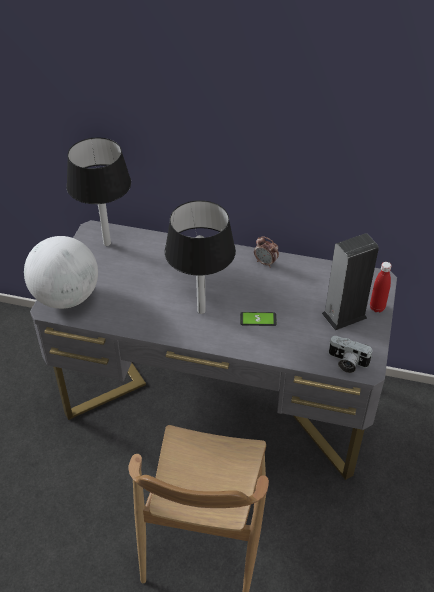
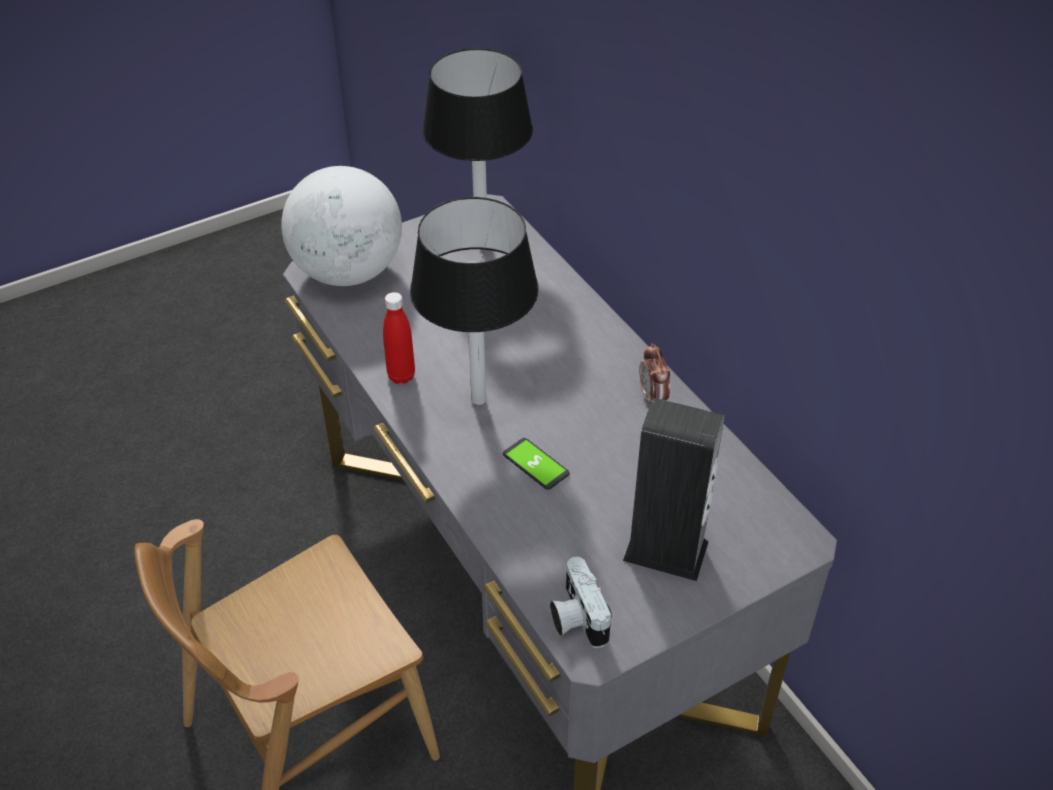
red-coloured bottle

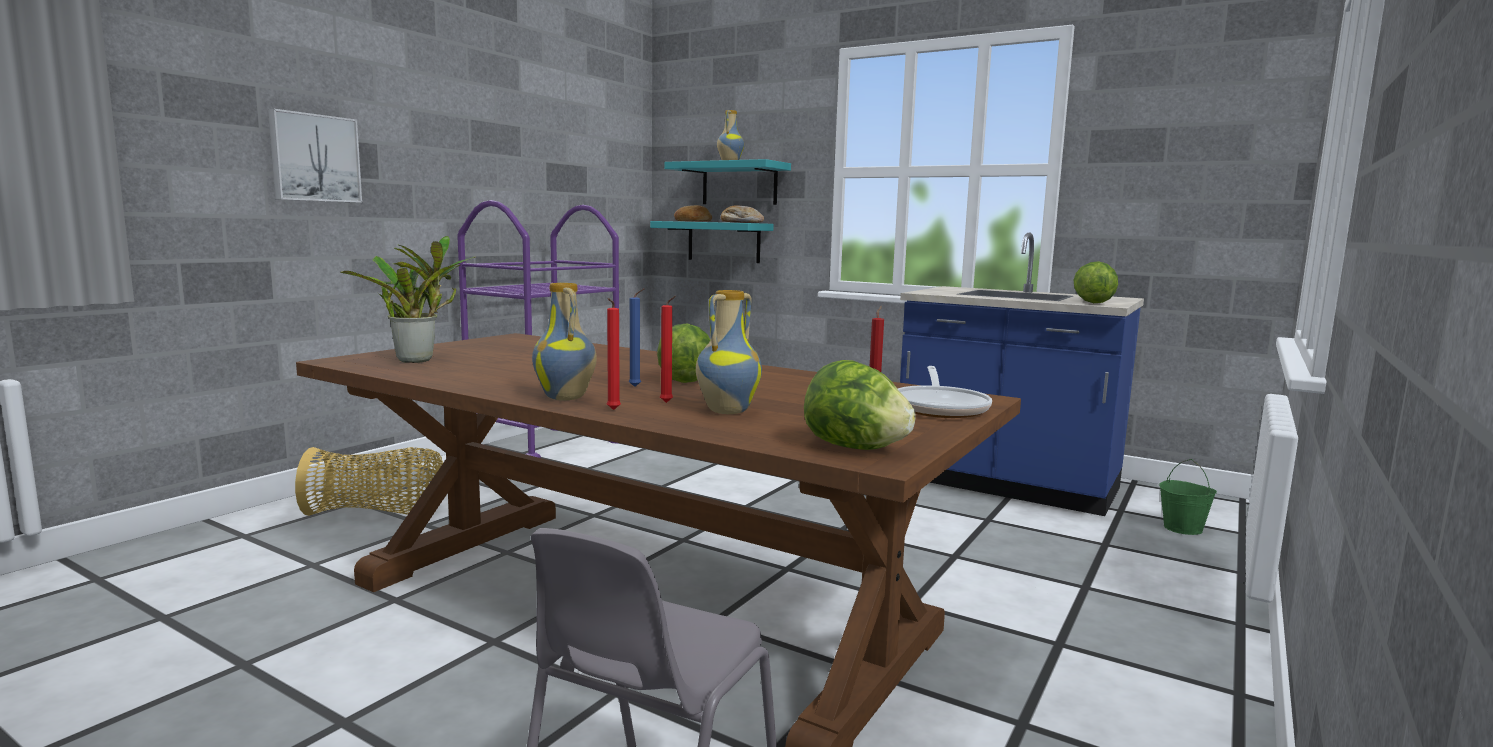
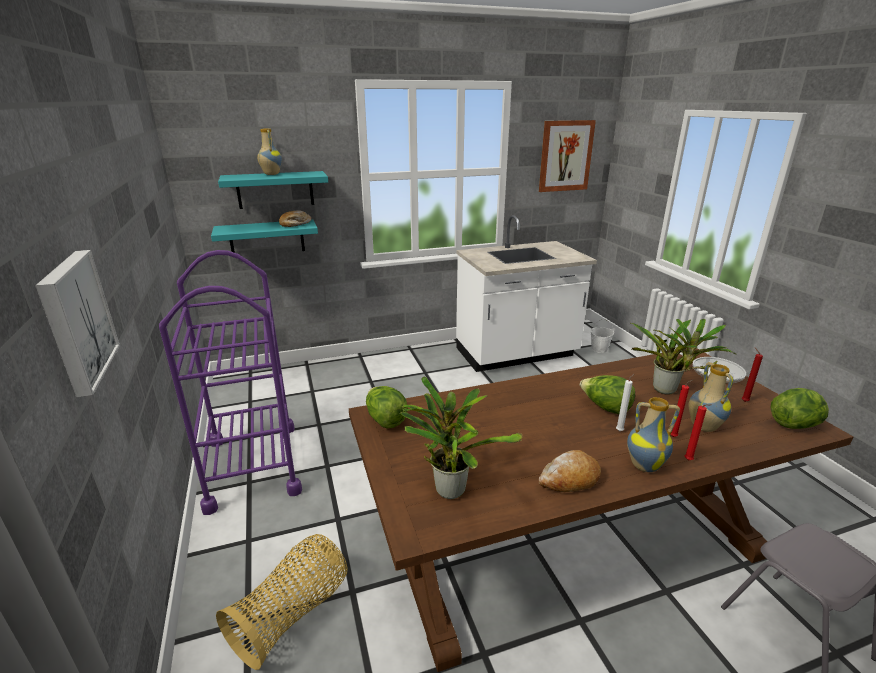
head of lettuce (1st from left); whitish counter; wall picture (2nd from left); bread (2nd from left); whitish water bucket; whitish wax candle; plant in a pot (2nd from left)

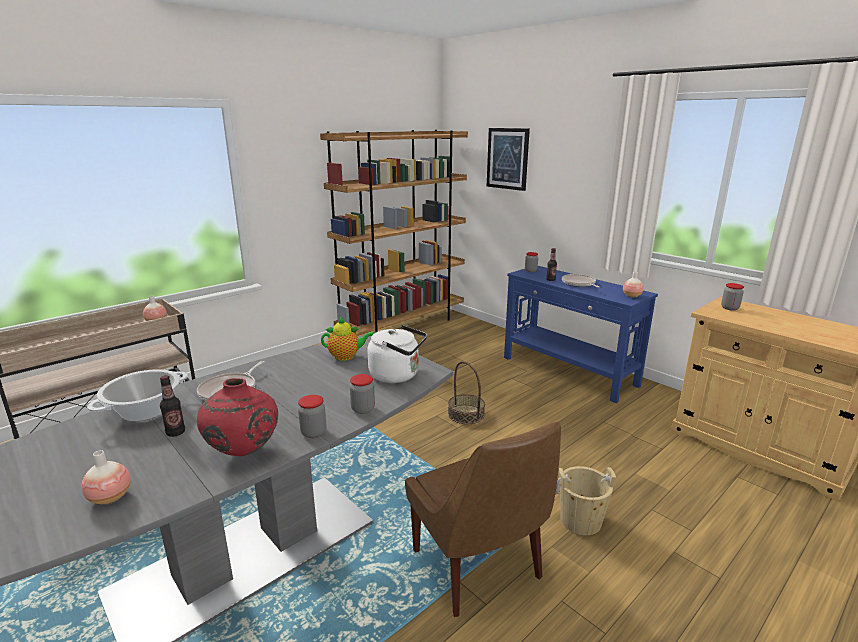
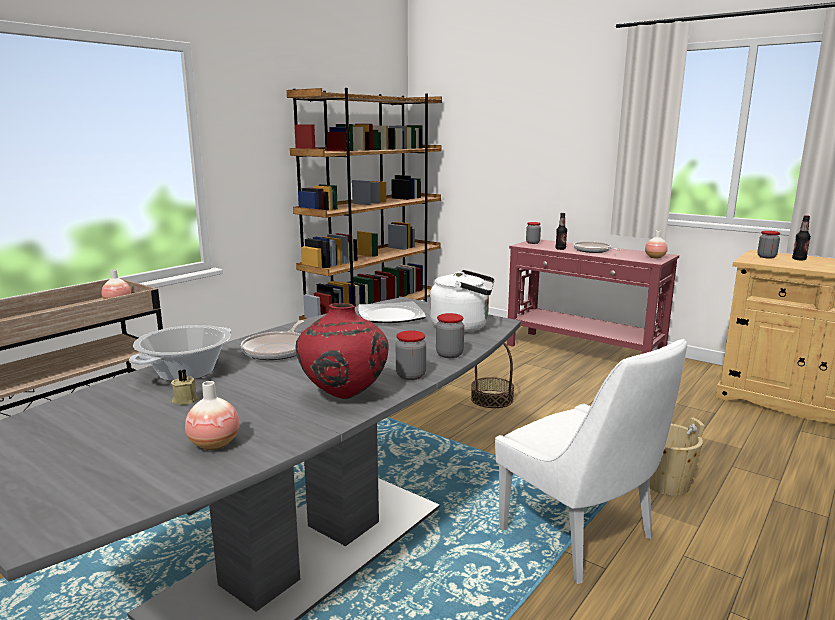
sand-coloured wax candle; dinner plate; whitish plain chair; red-coloured hall table; bottle (2nd from left); wall picture

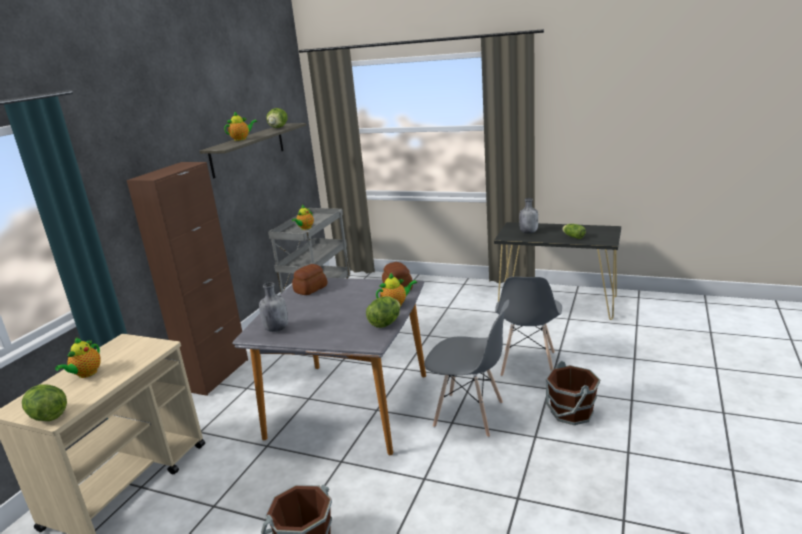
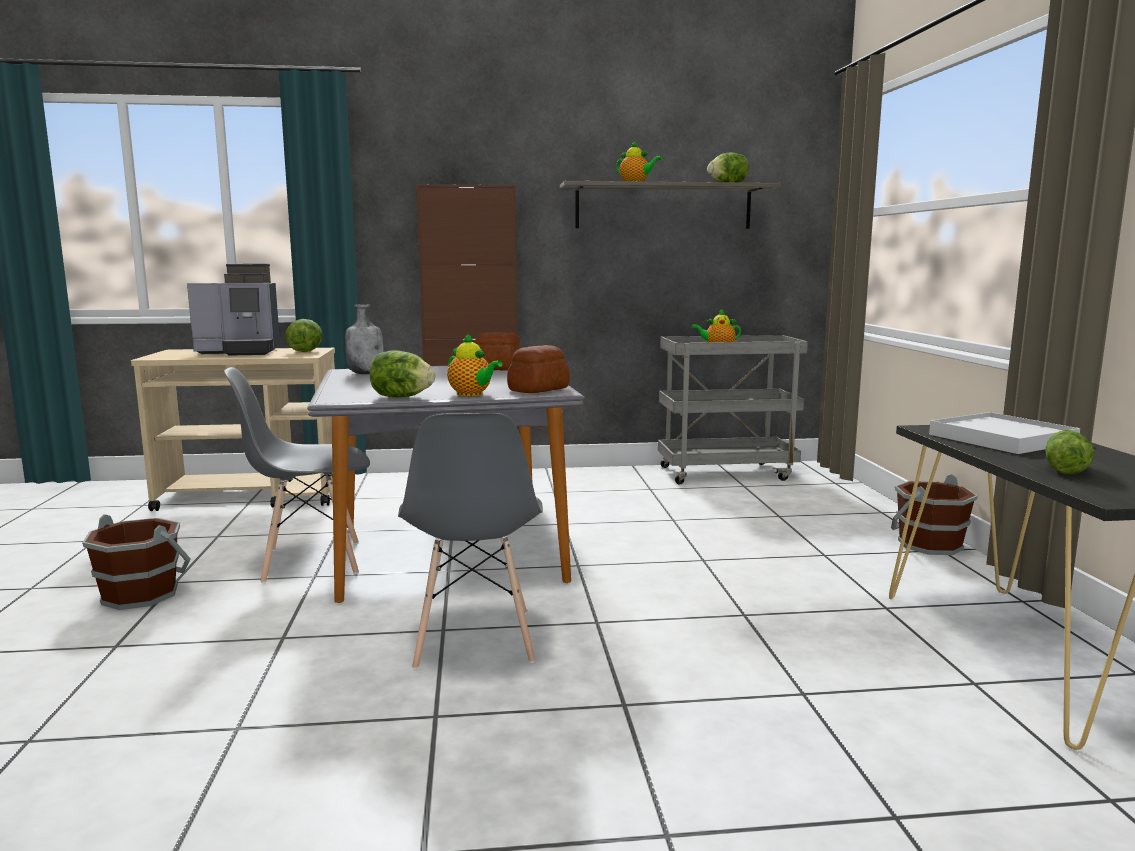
coffee machine; gray plain chair (1st from left); head of lettuce (1st from left); brownish water bucket (2nd from left); whitish tray

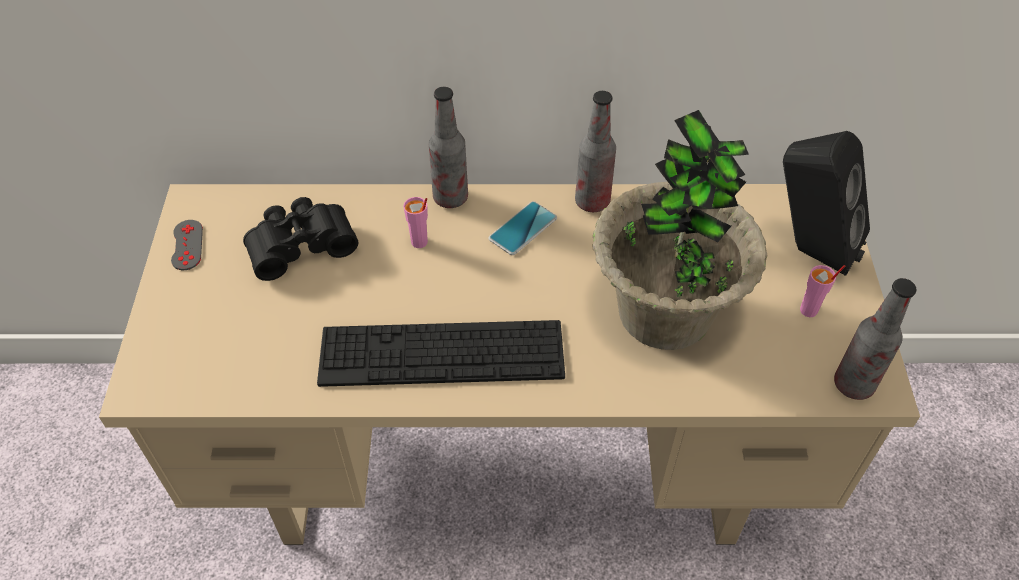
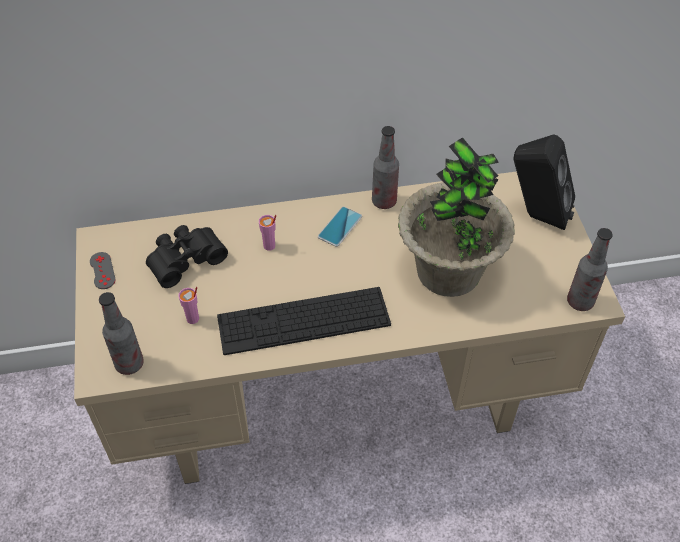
bottle (1st from left); pinkish cup (1st from left)

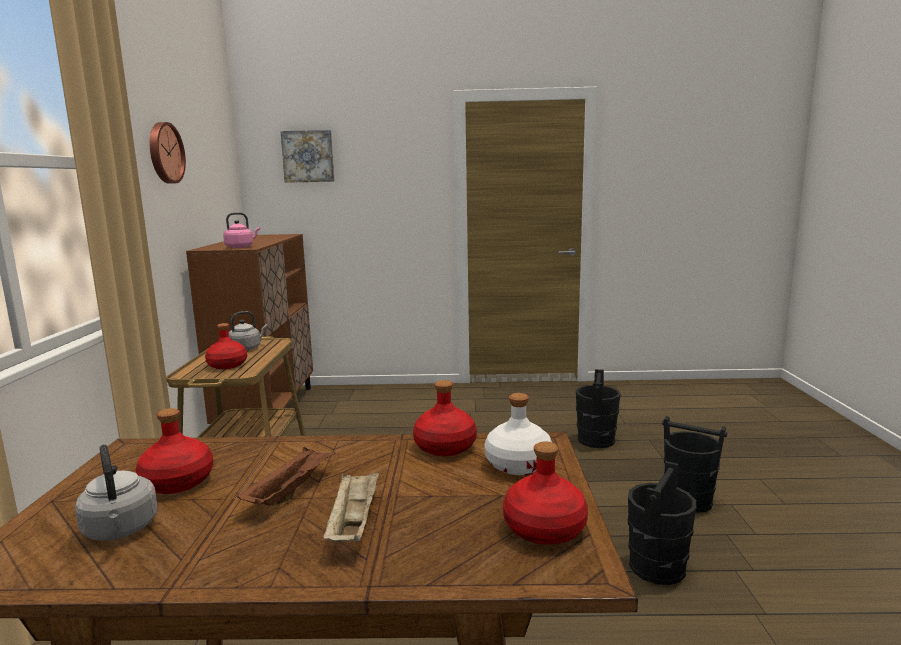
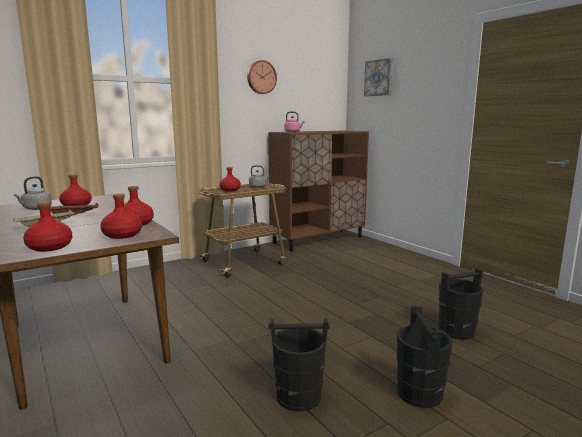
red-coloured bottle (3rd from left)

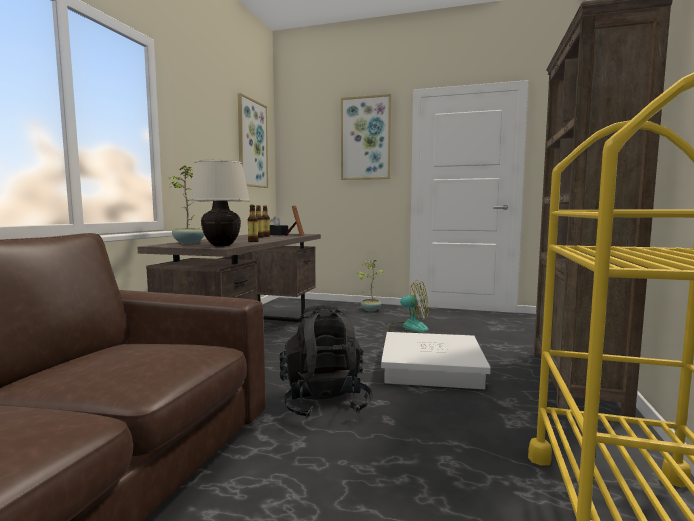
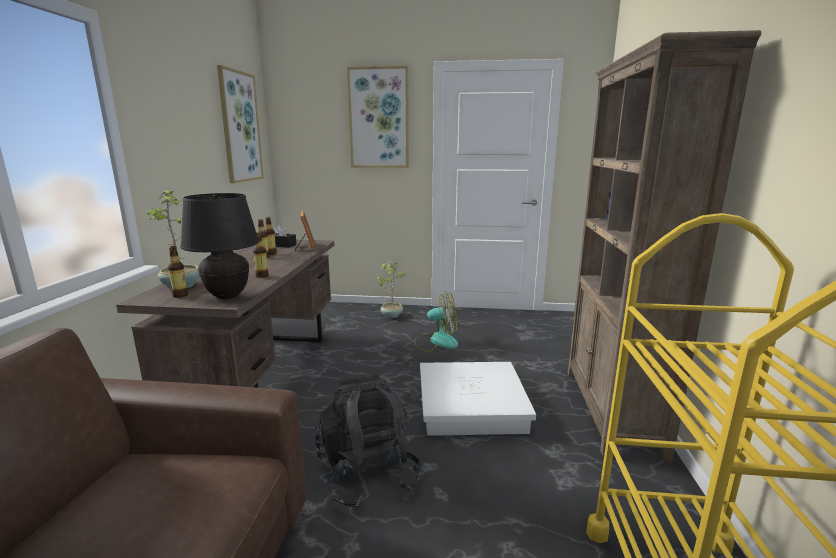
bottle (1st from left); black tabletop lamp

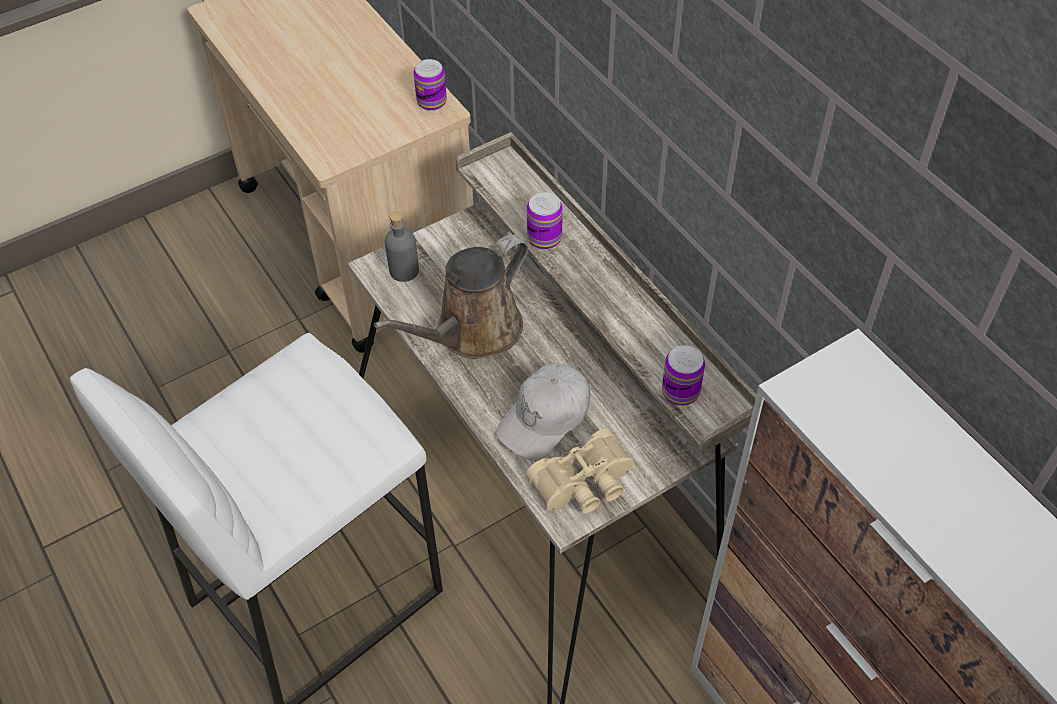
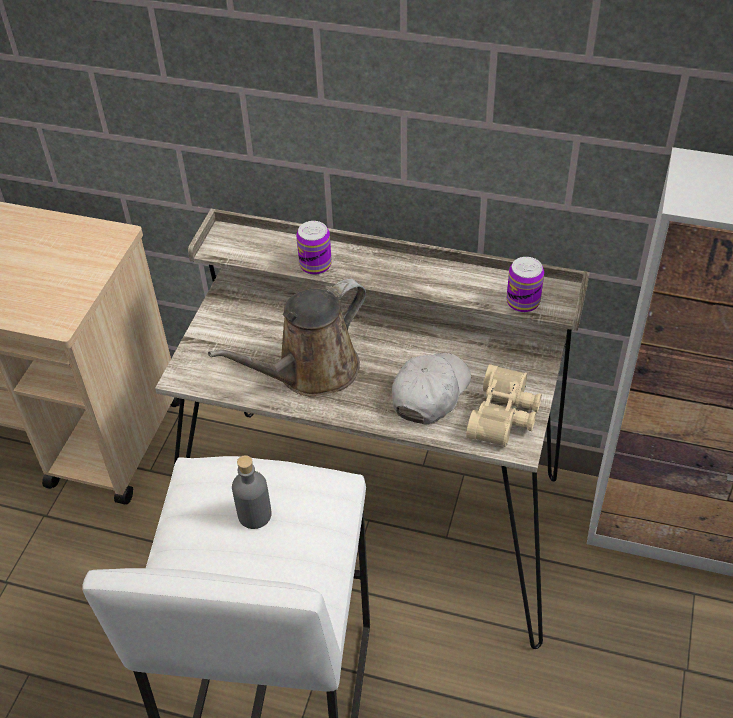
brownish watering pot; gray bottle; whitish peaked cap; metal can (1st from left in the first image)

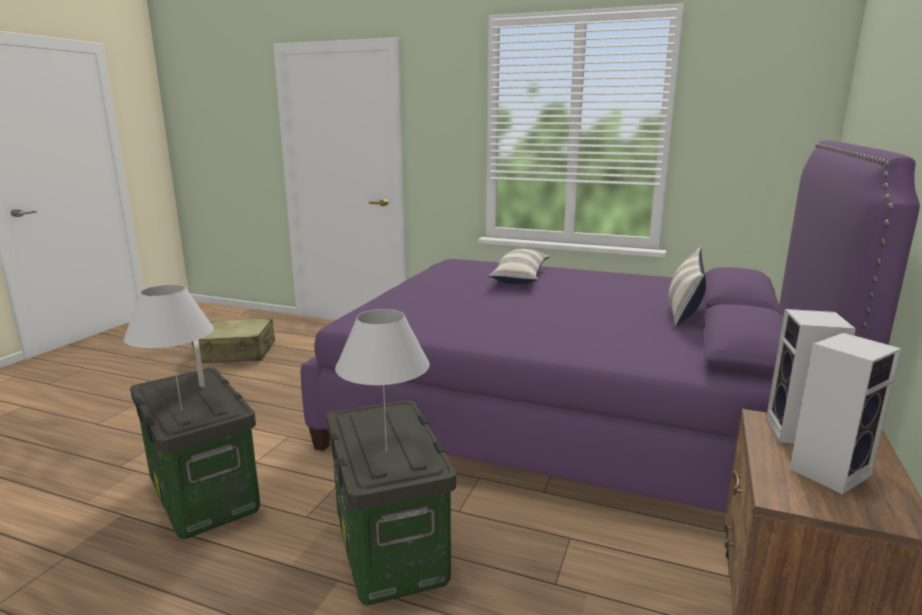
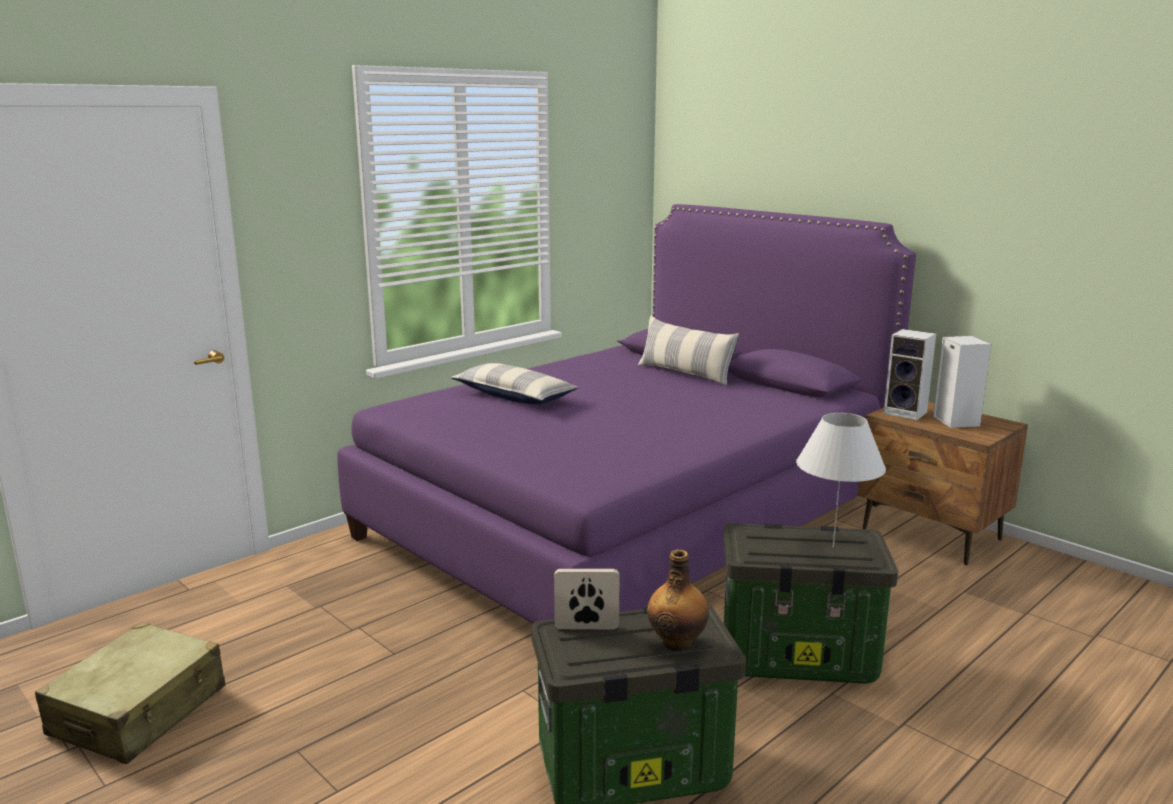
bottle

